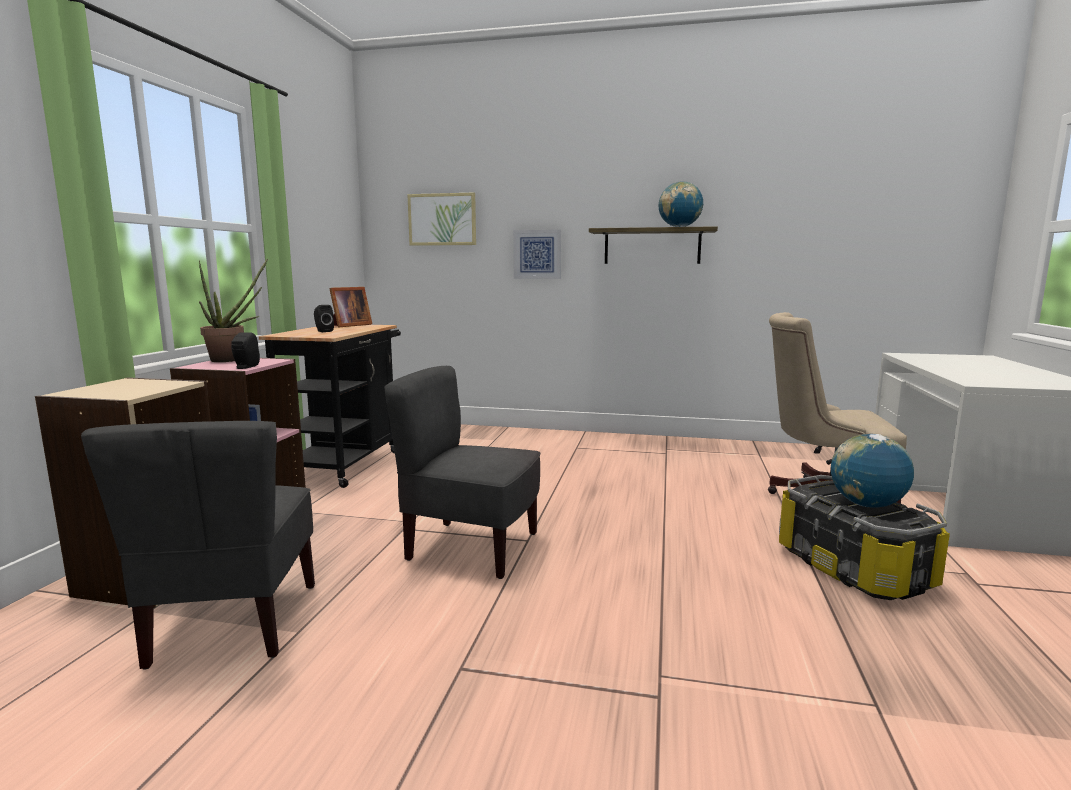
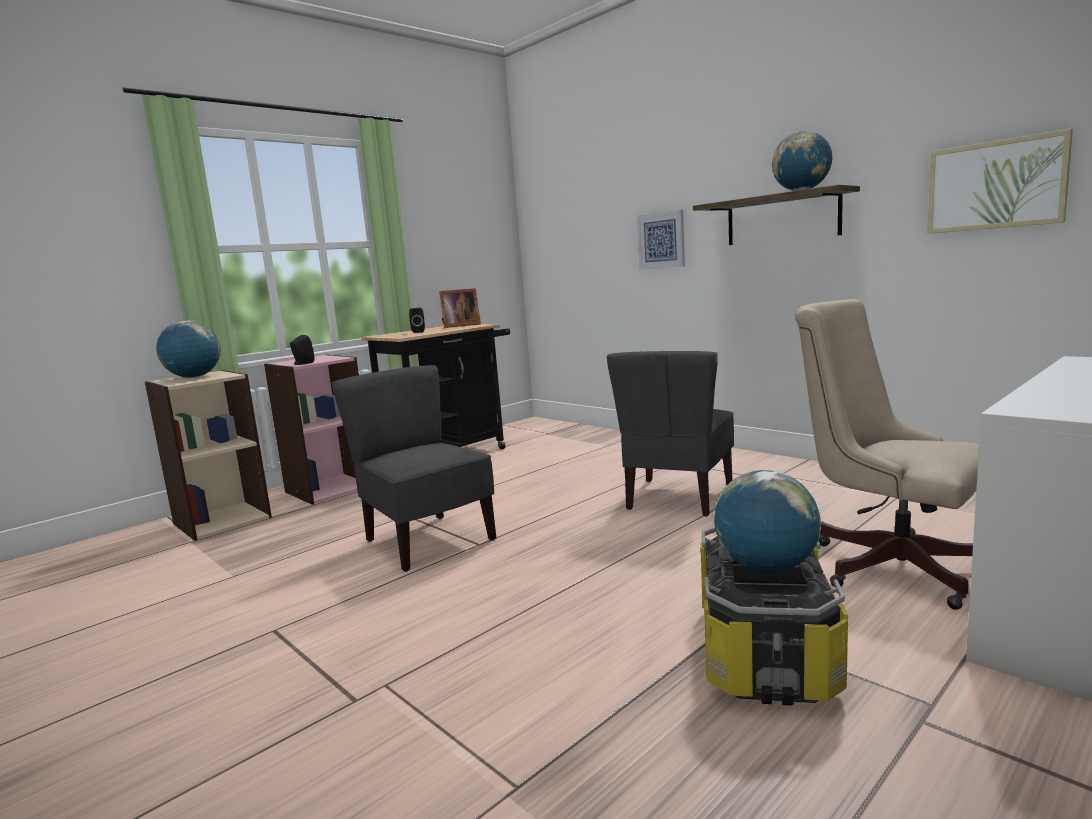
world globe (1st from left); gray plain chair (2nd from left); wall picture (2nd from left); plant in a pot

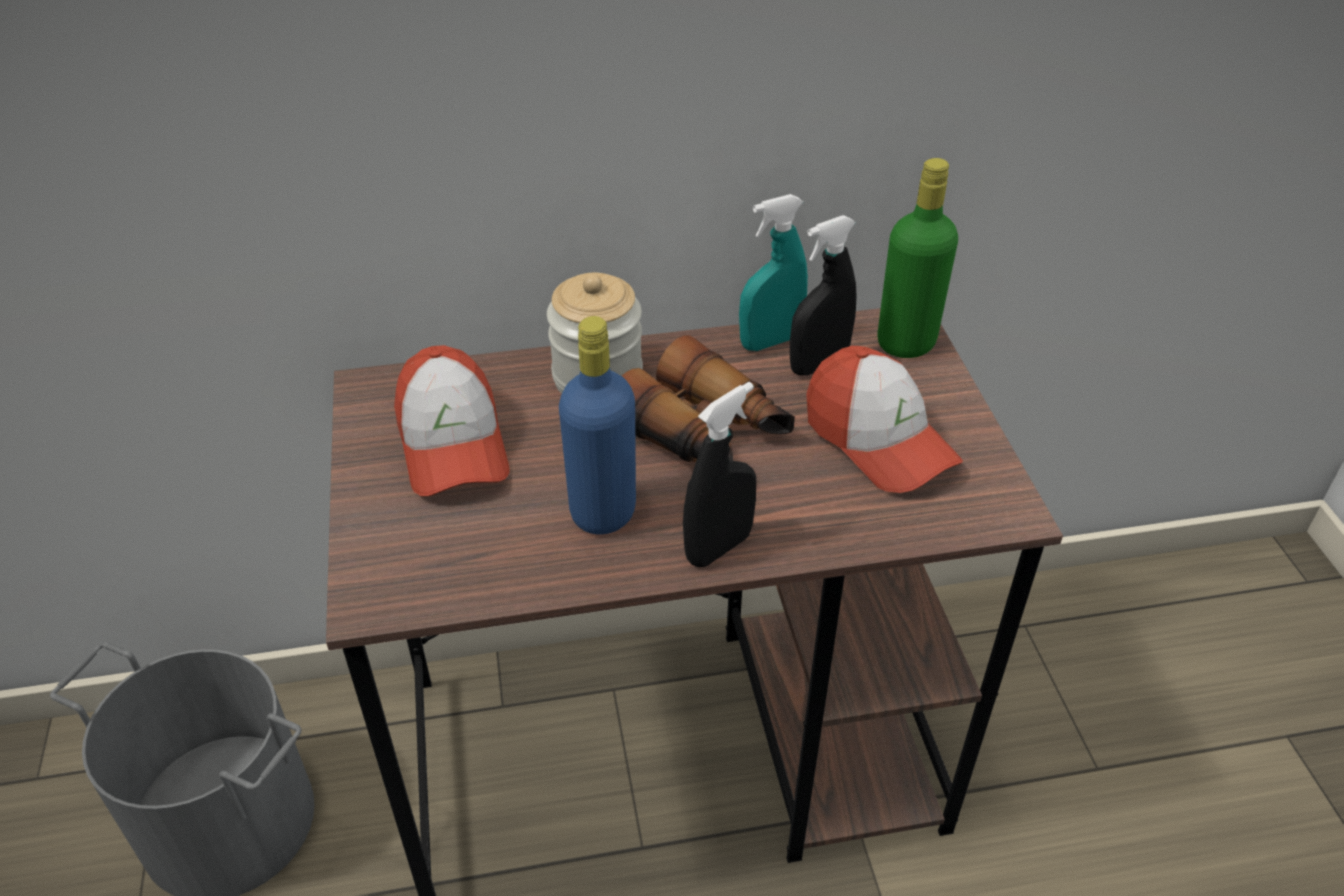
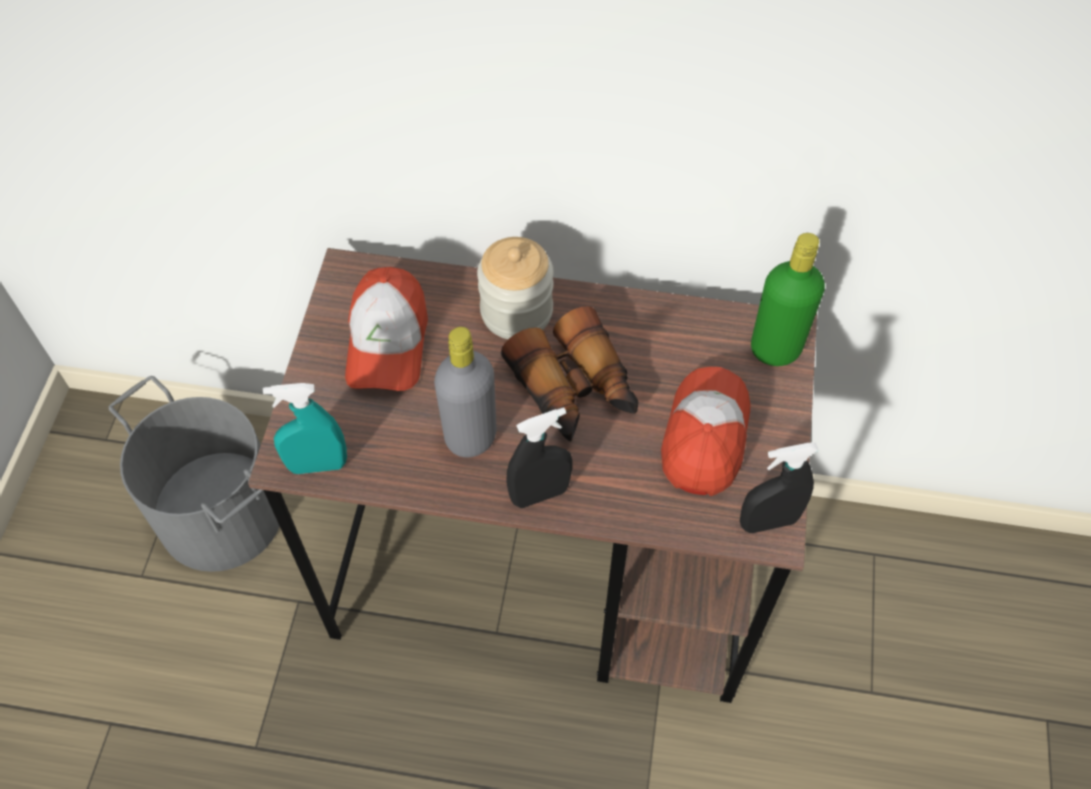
turquoise-coloured sprayer; gray bottle; peaked cap (2nd from left); black sprayer (2nd from left)

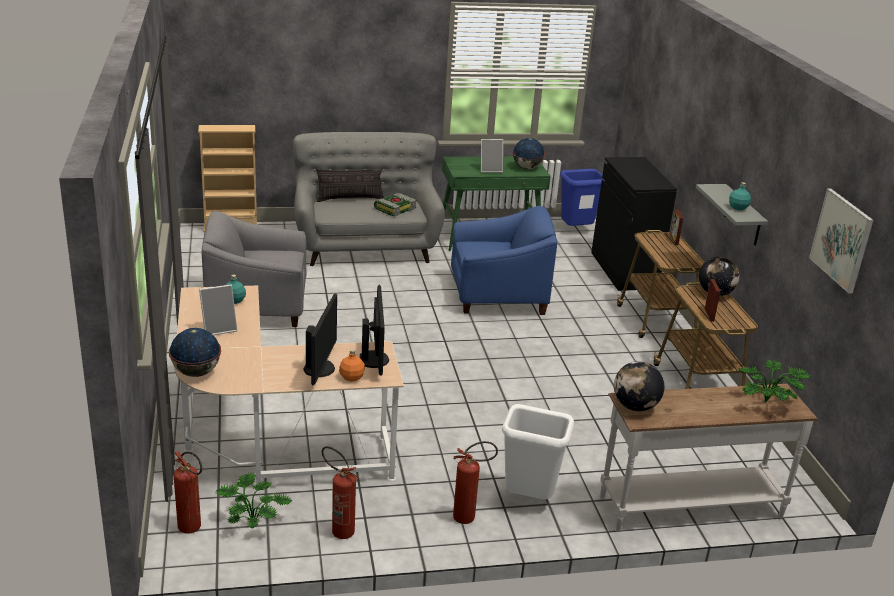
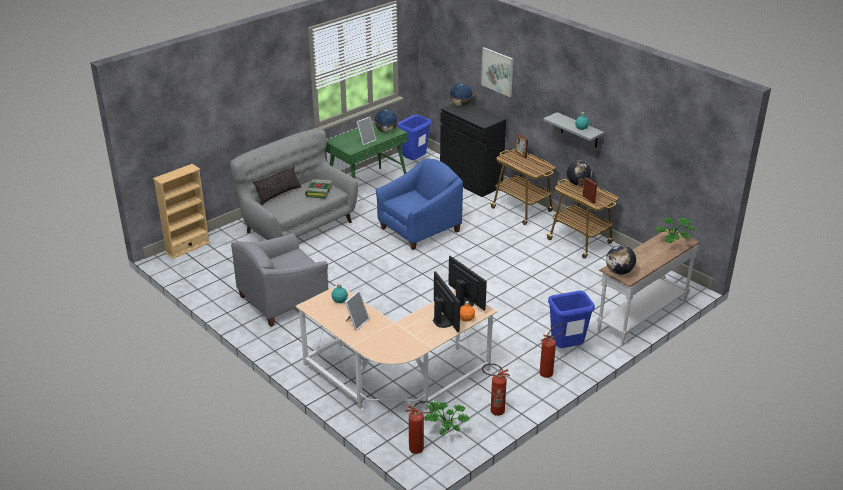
world globe (2nd from left); wall picture; blue-coloured rubbish bin (2nd from left)

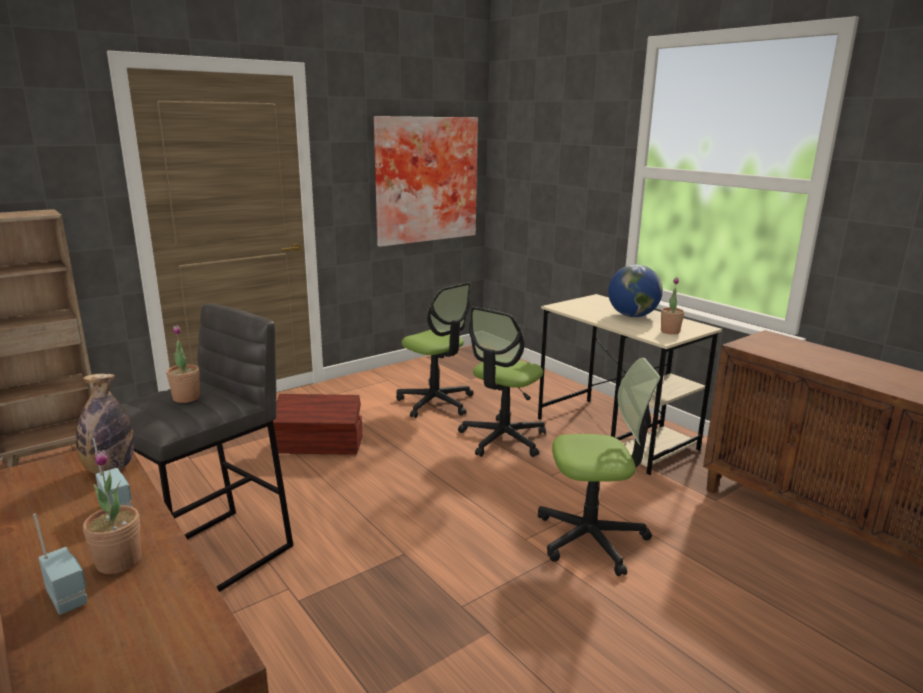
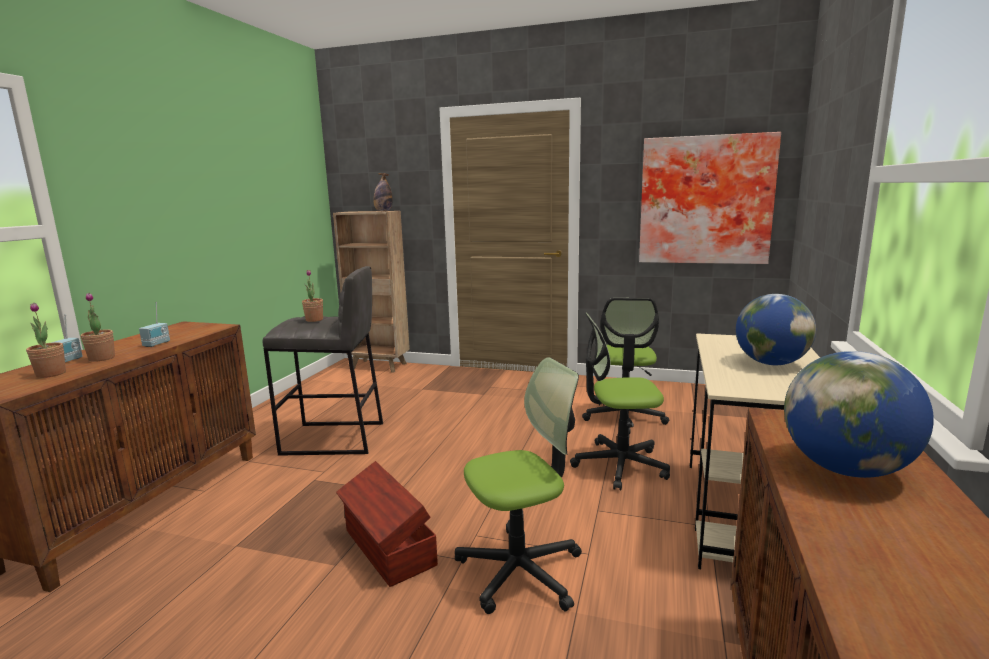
plant in a pot (1st from left); brownish storage box; bottle; office chair (1st from left); world globe (2nd from left)

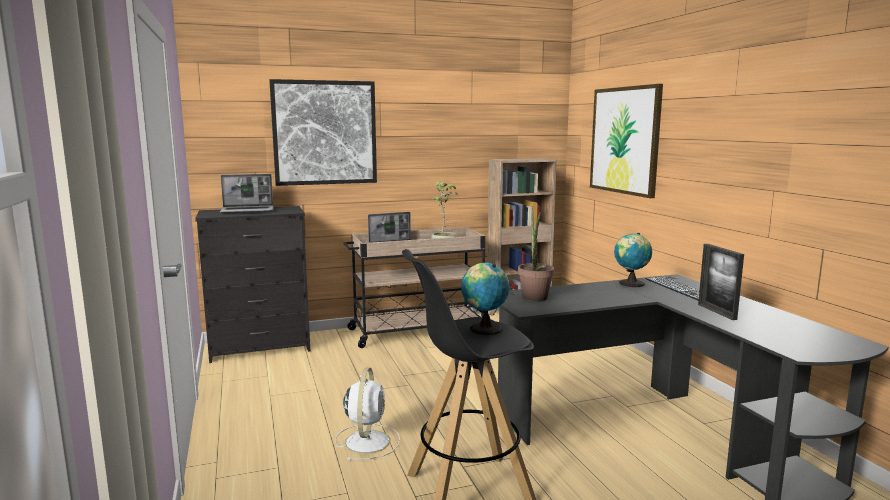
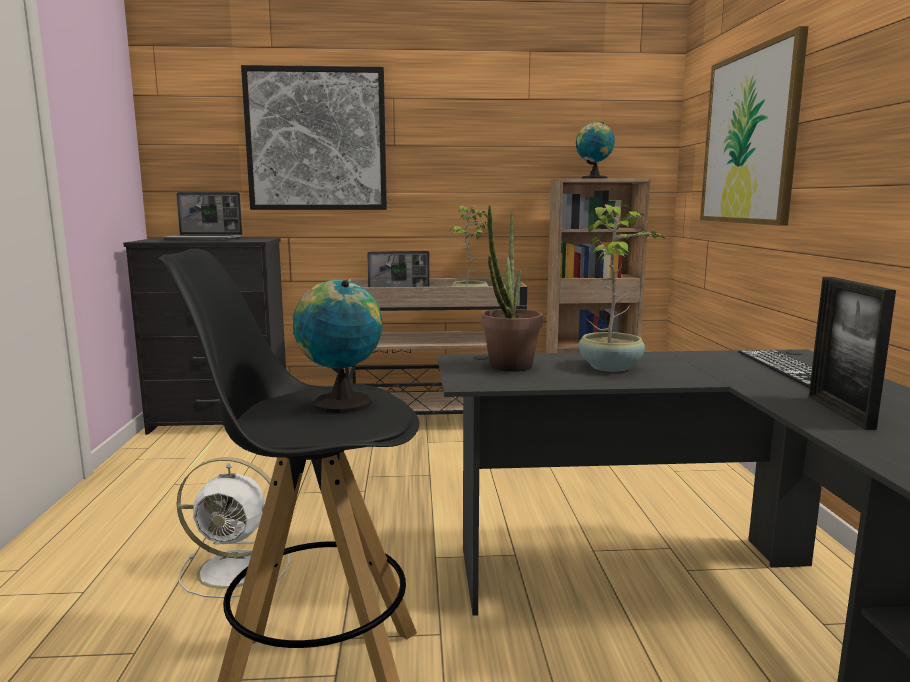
whitish electric fan; world globe (2nd from left); plant in a pot (3rd from left)

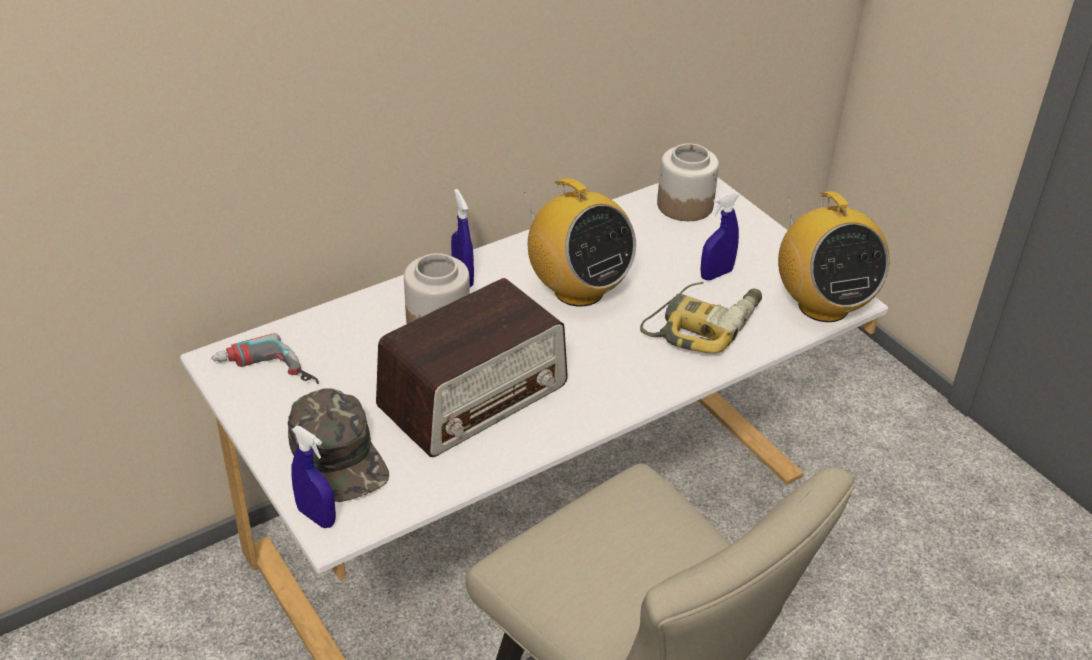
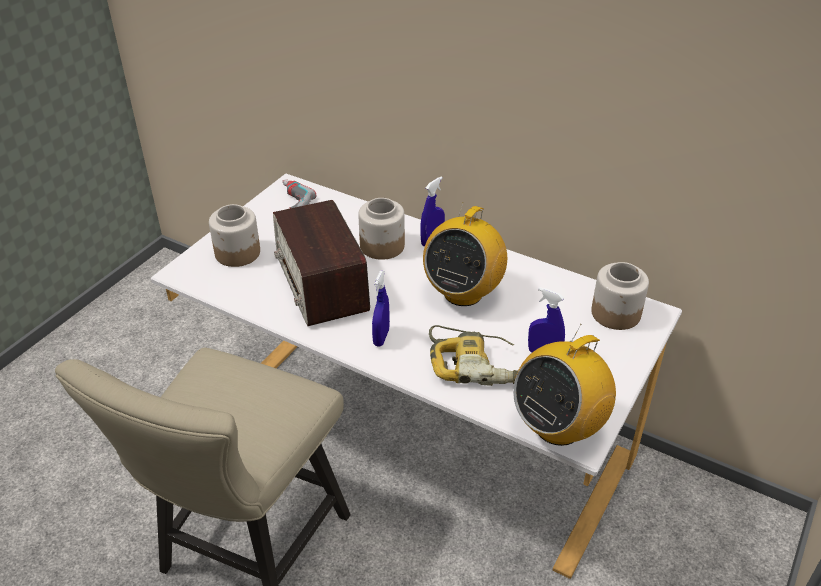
storage jar (1st from left); radio receiver (1st from left); blue-coloured sprayer (1st from left)

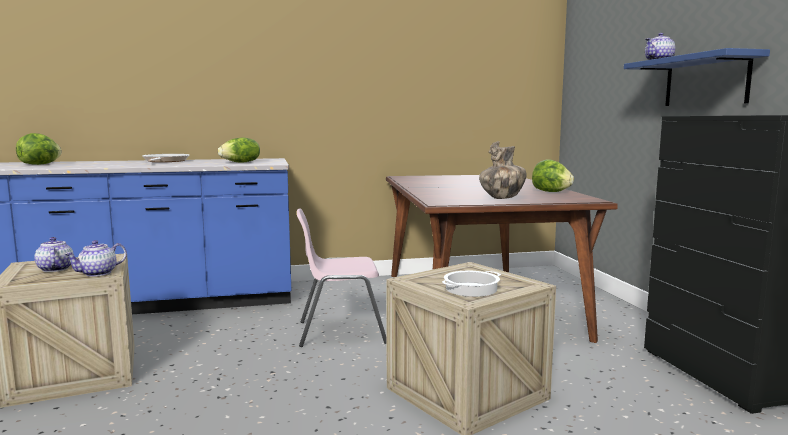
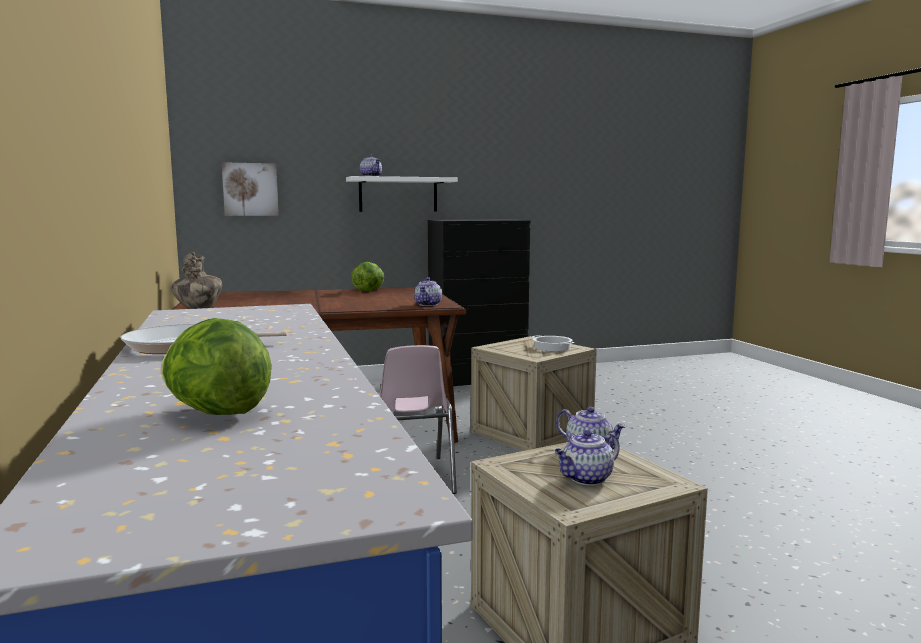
flower vase; wall picture; whitish wall shelf; tea pot (2nd from left); head of lettuce (2nd from left in the first image)

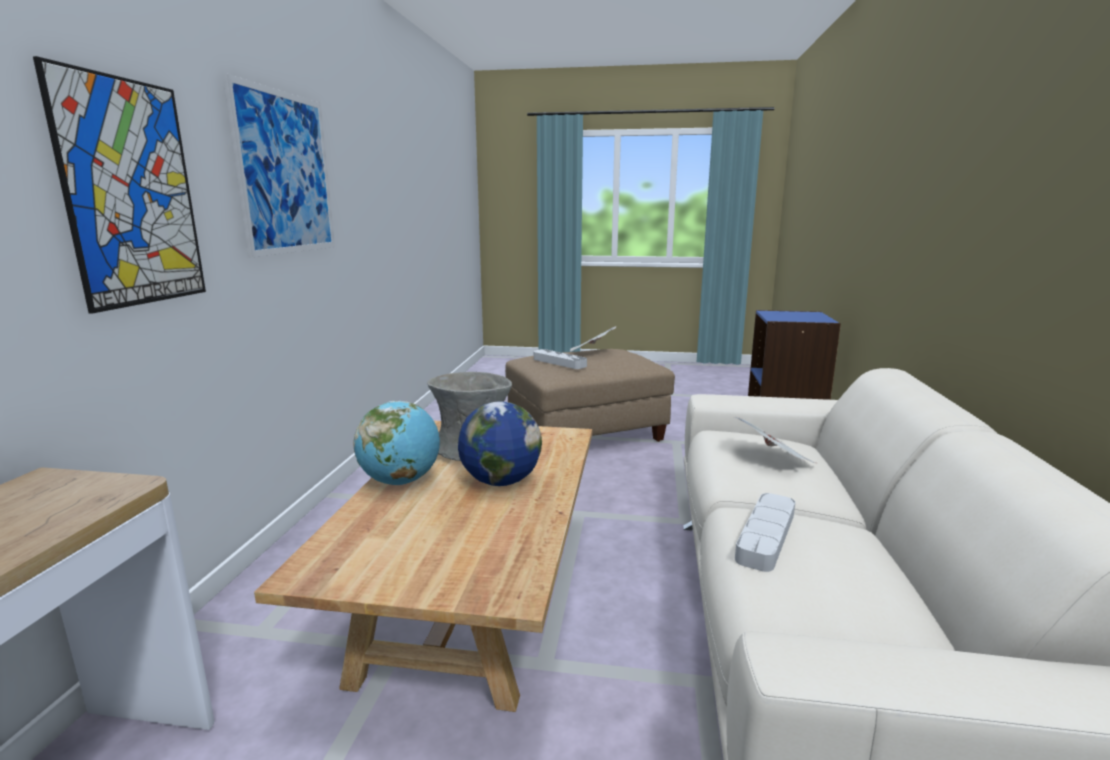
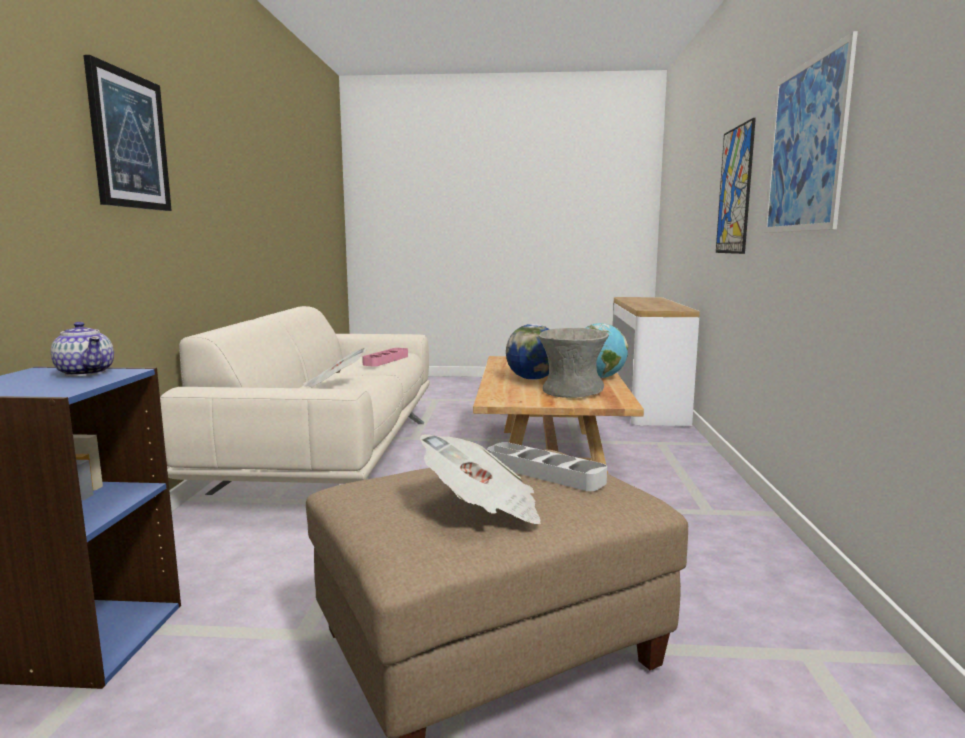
tea pot; wall picture (1st from left); pinkish tray

